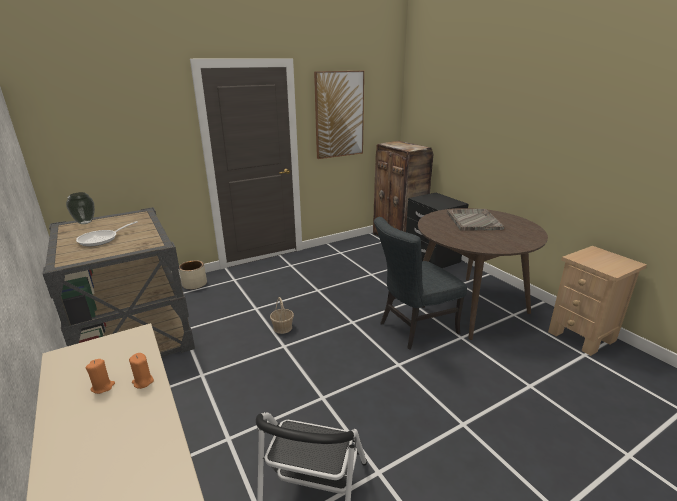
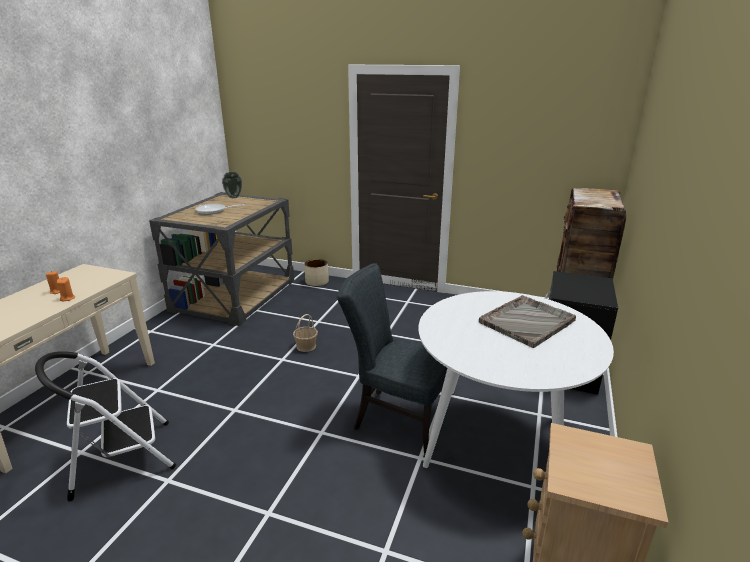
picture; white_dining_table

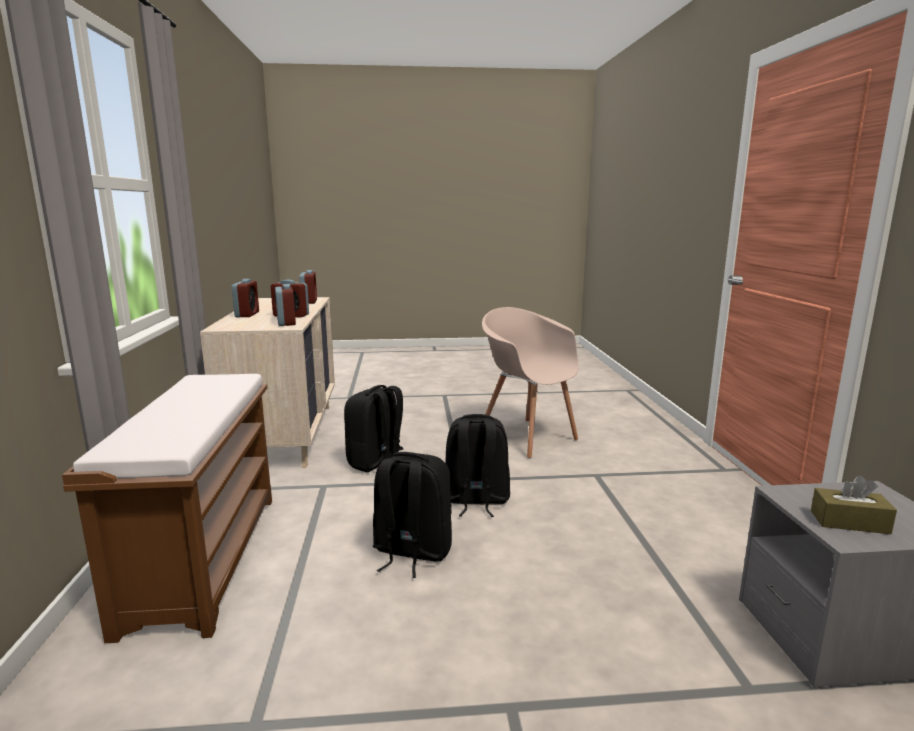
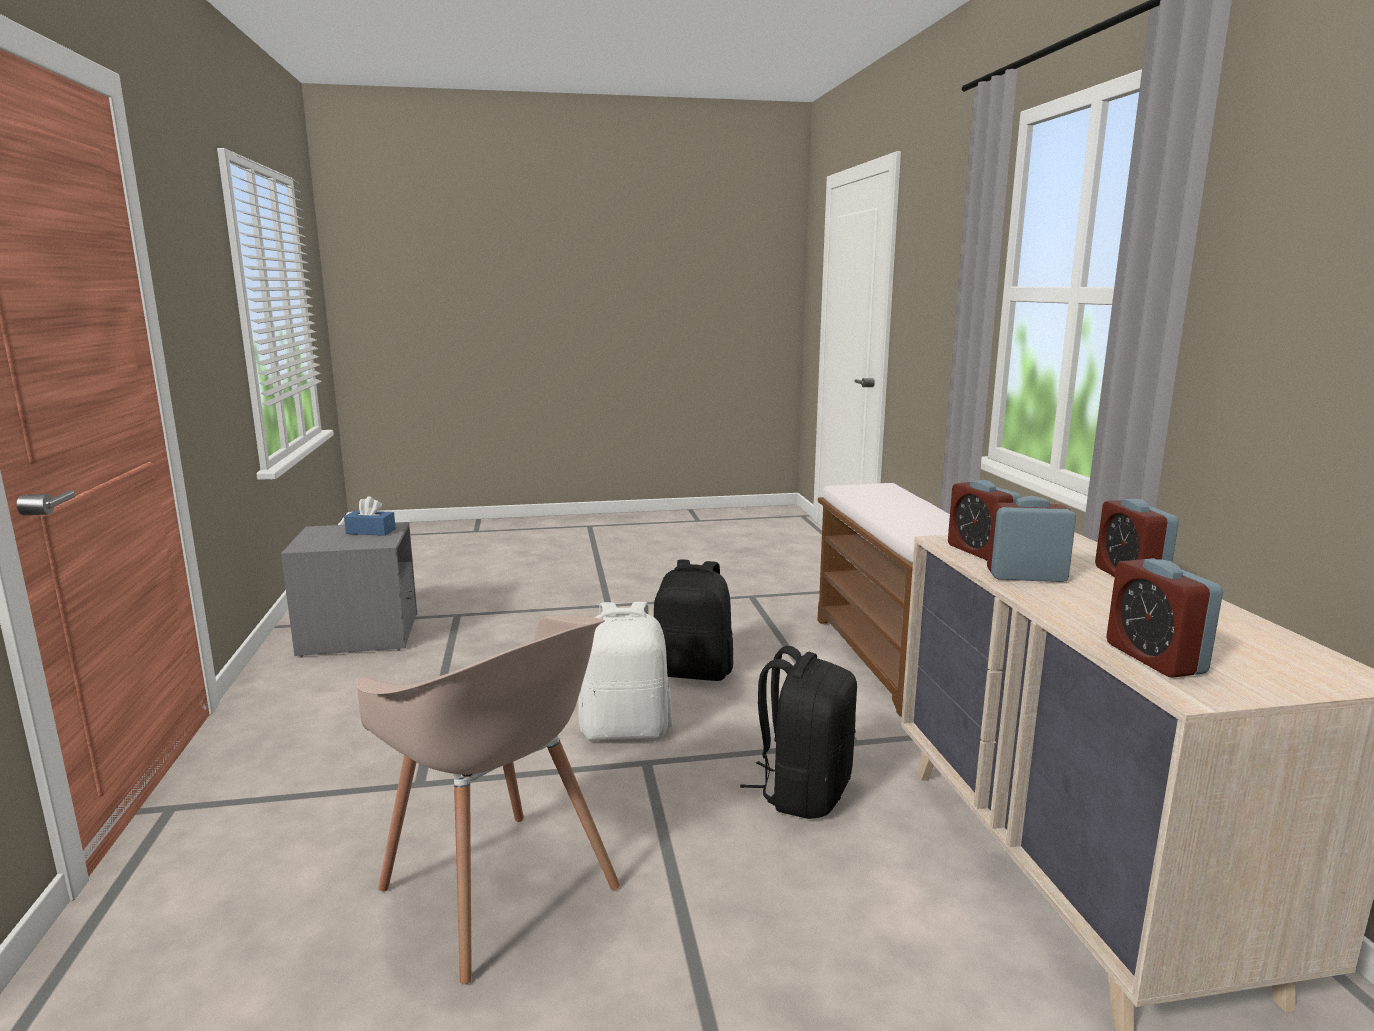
white_backpack; blue_tissue_box

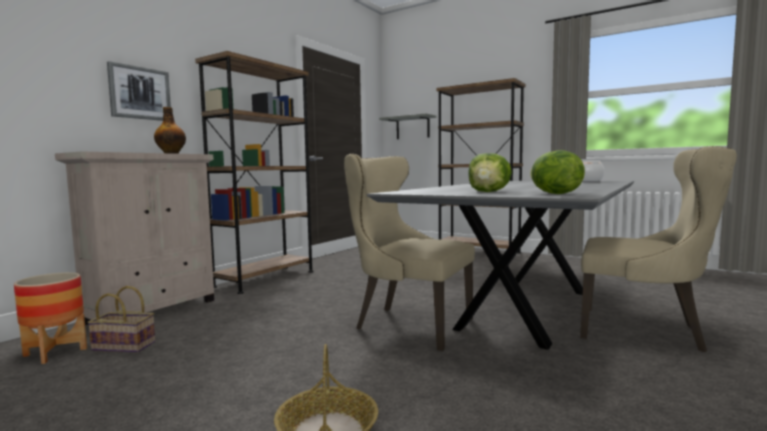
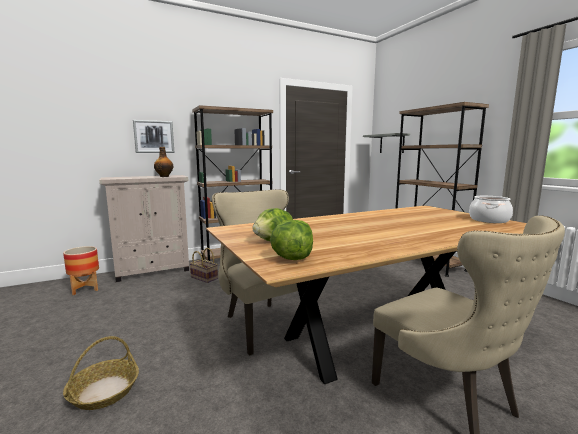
brown_dining_table; basket (2nd from left)

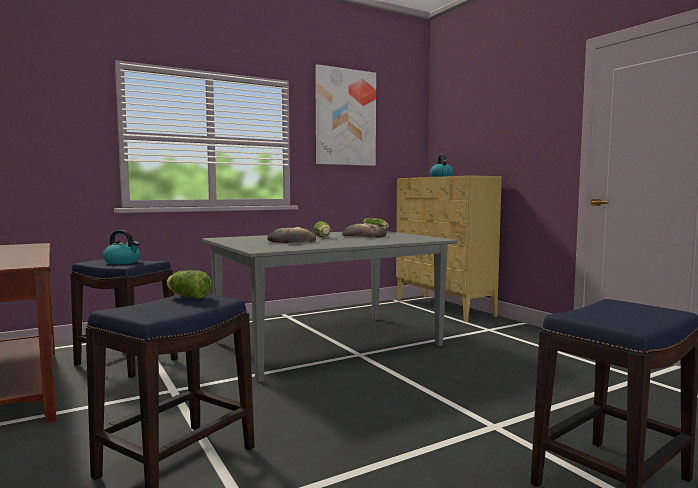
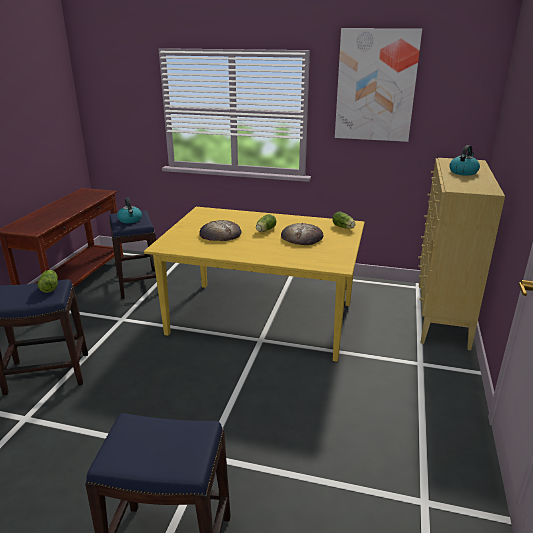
yellow_dining_table

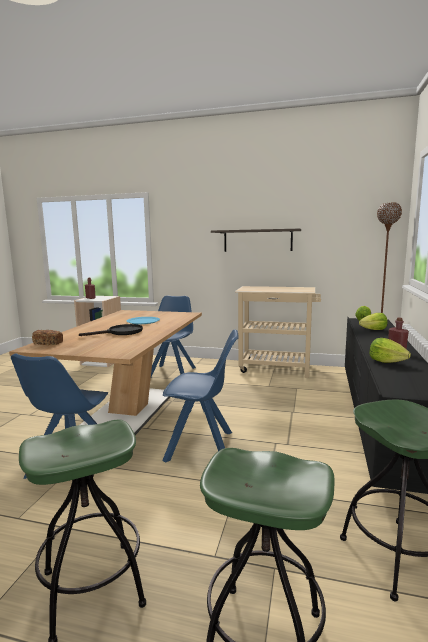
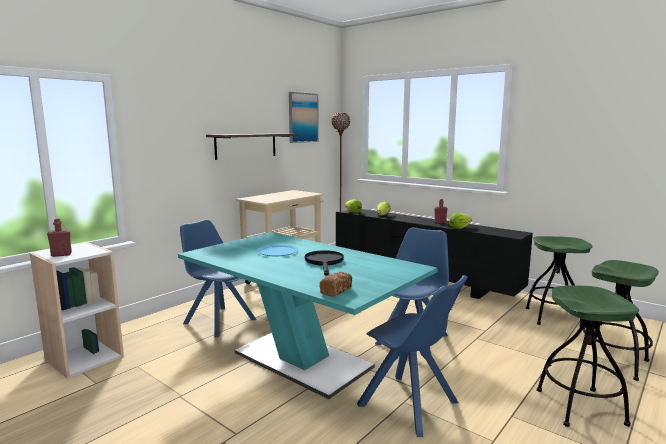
turquoise_dining_table; picture

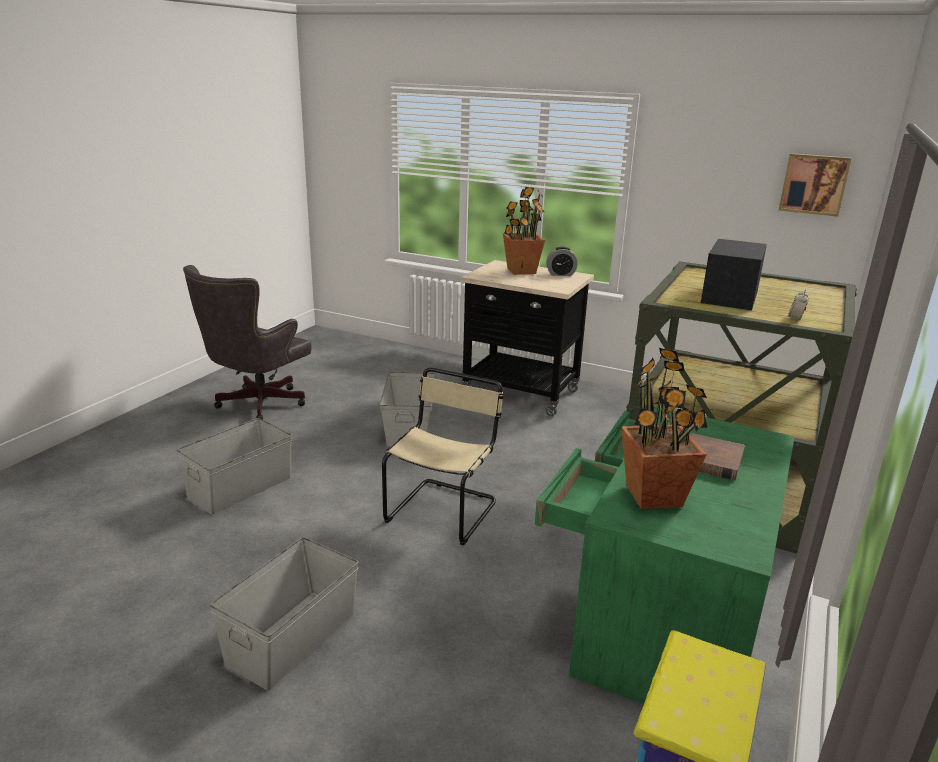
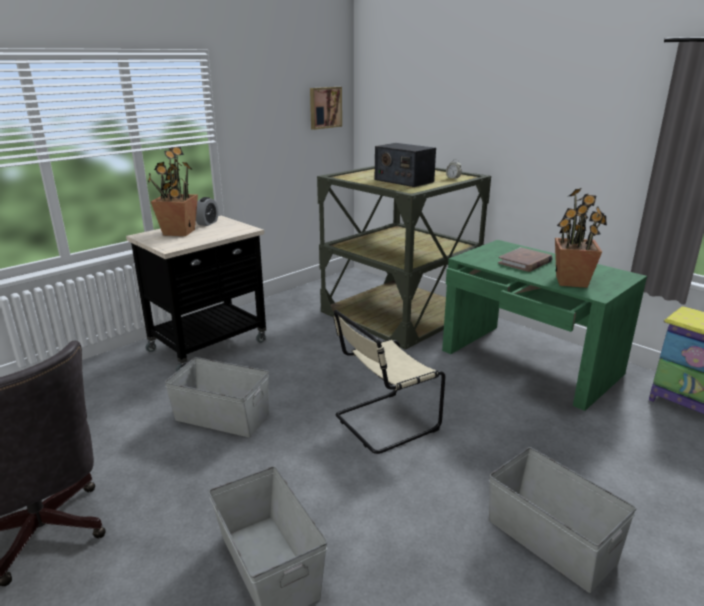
beige_chair

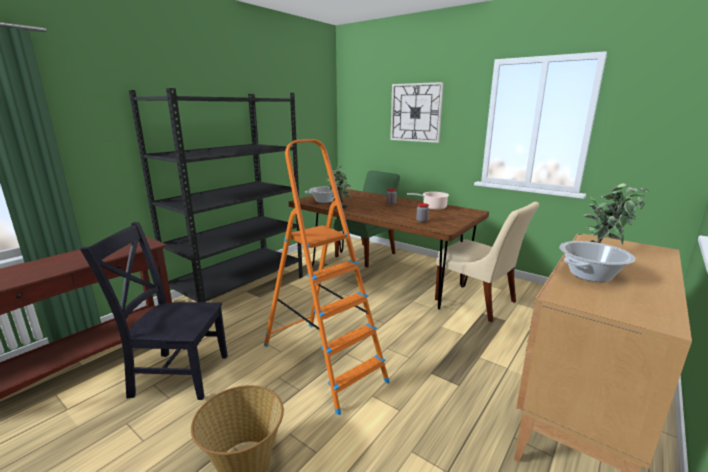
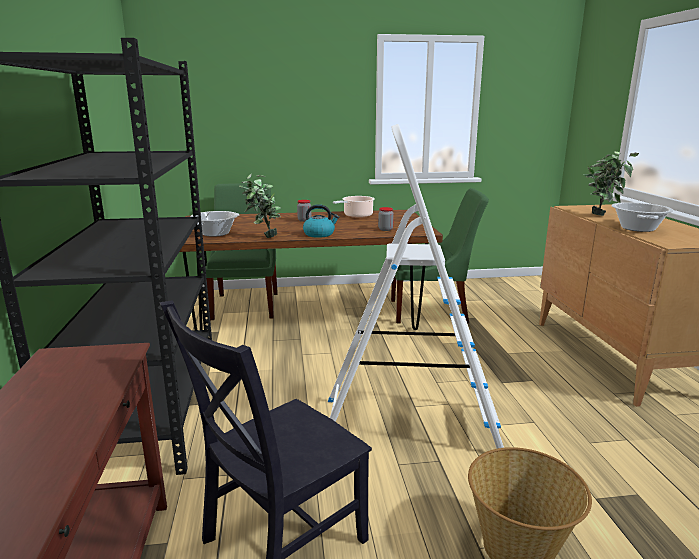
wall_clock; white_step_ladder; green_chair (2nd from left); kettle

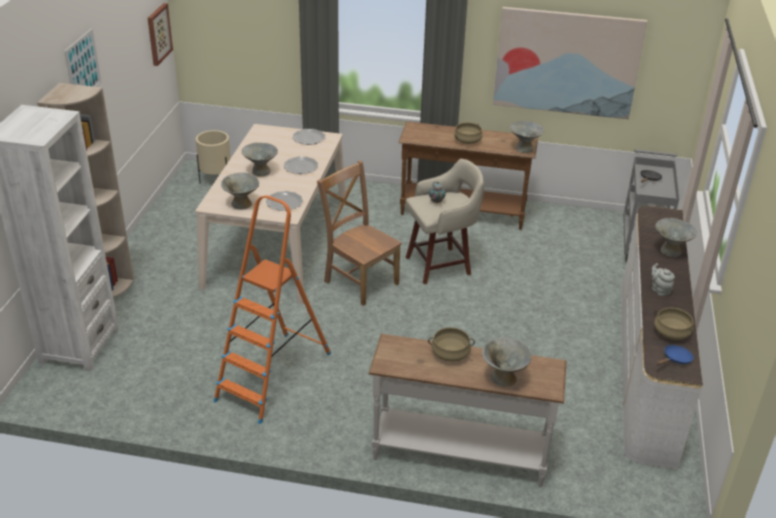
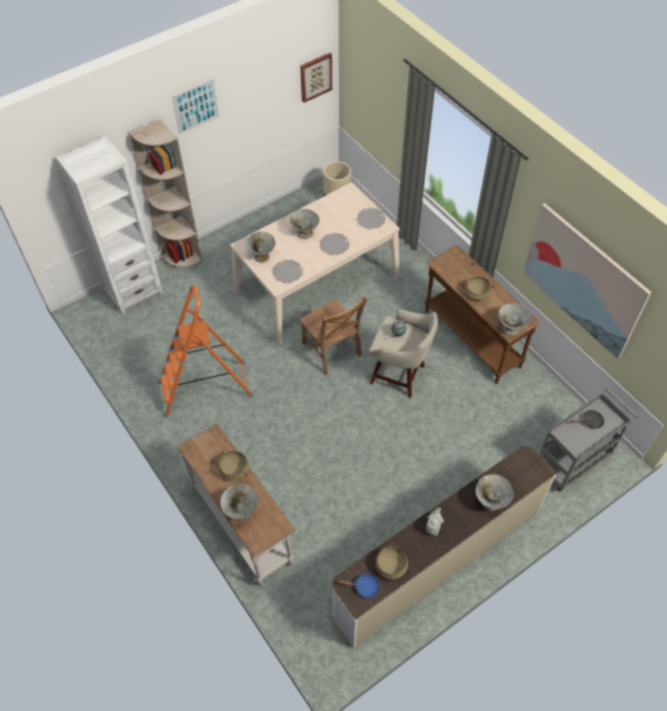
brown_chair

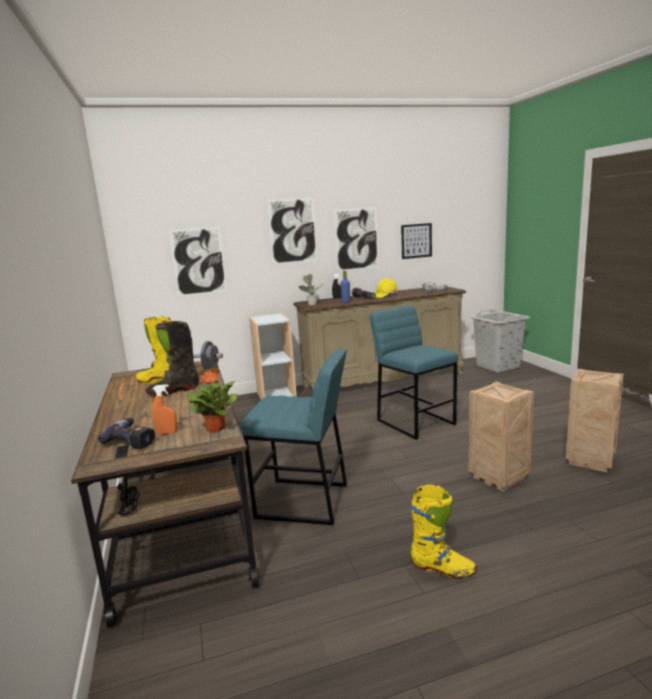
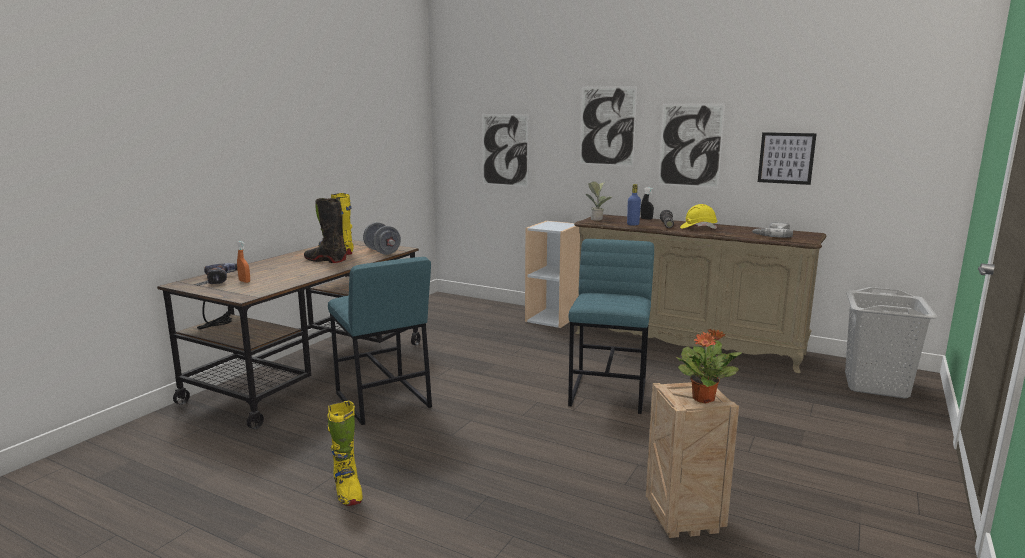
potted_plant (2nd from left); crate (1st from left in the first image)

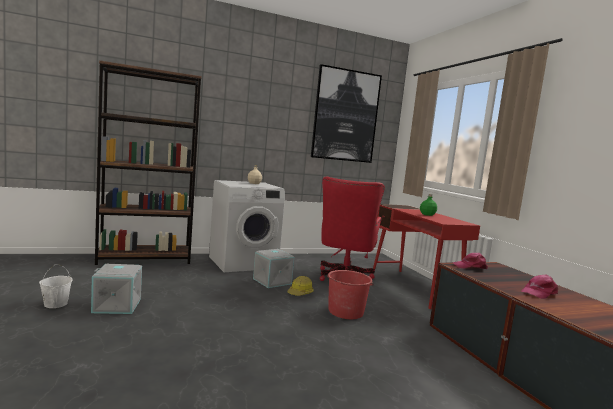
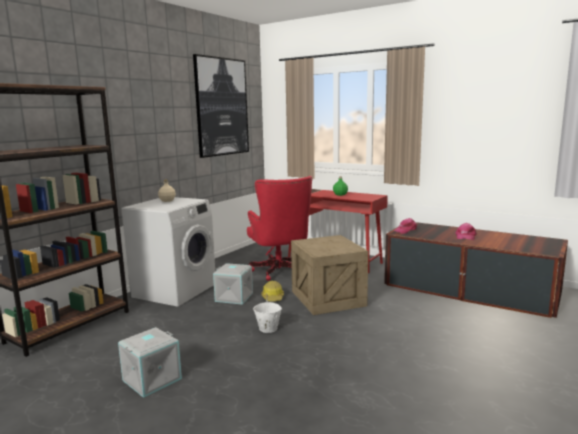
white_bucket; crate

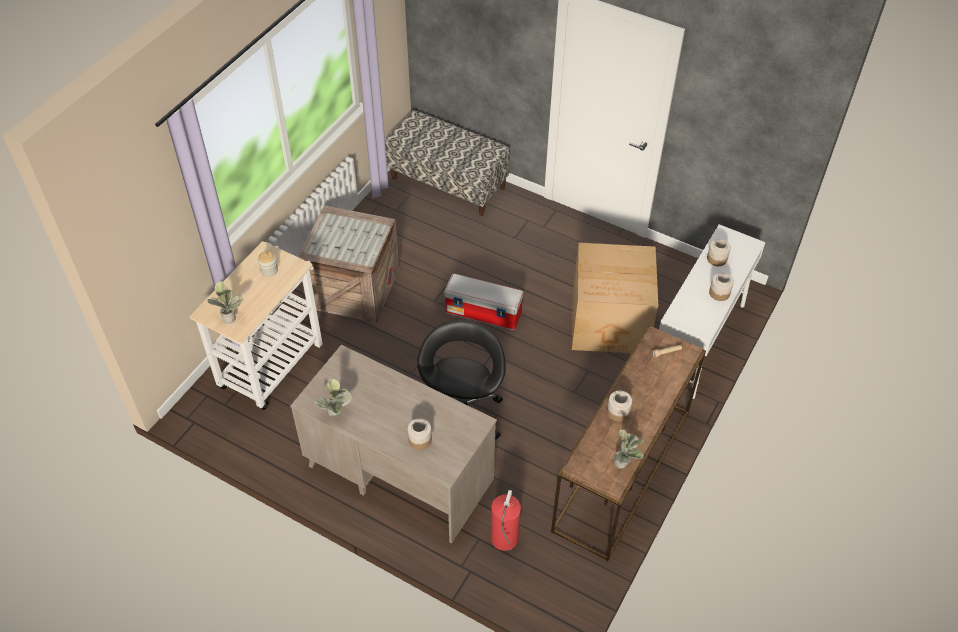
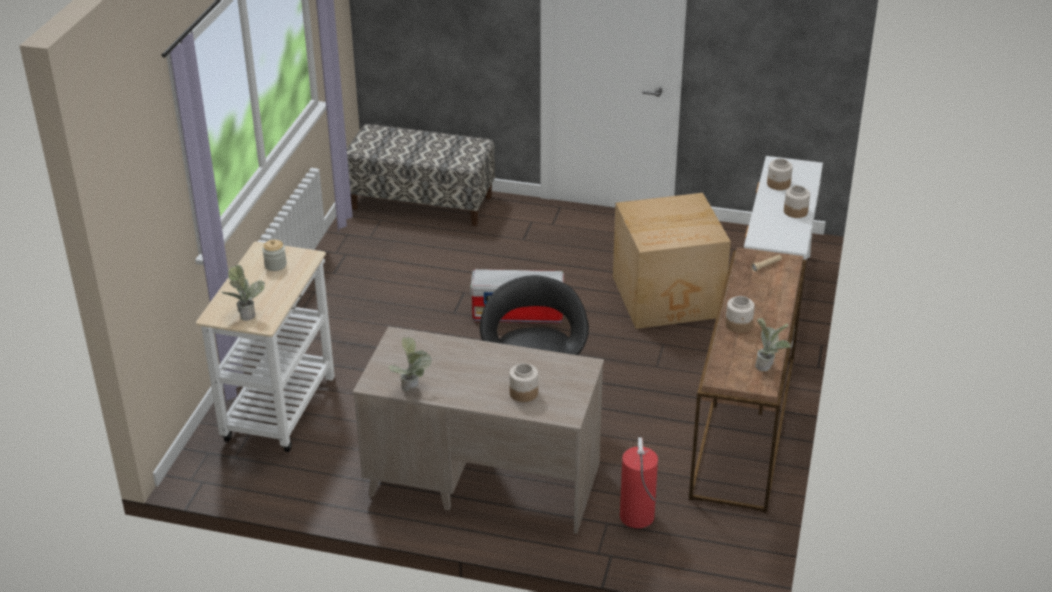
crate

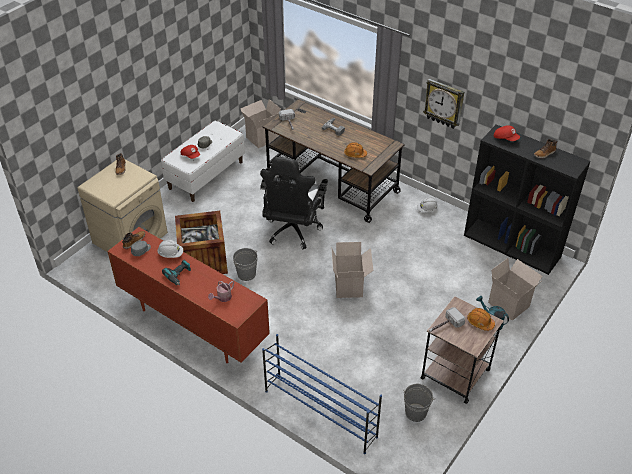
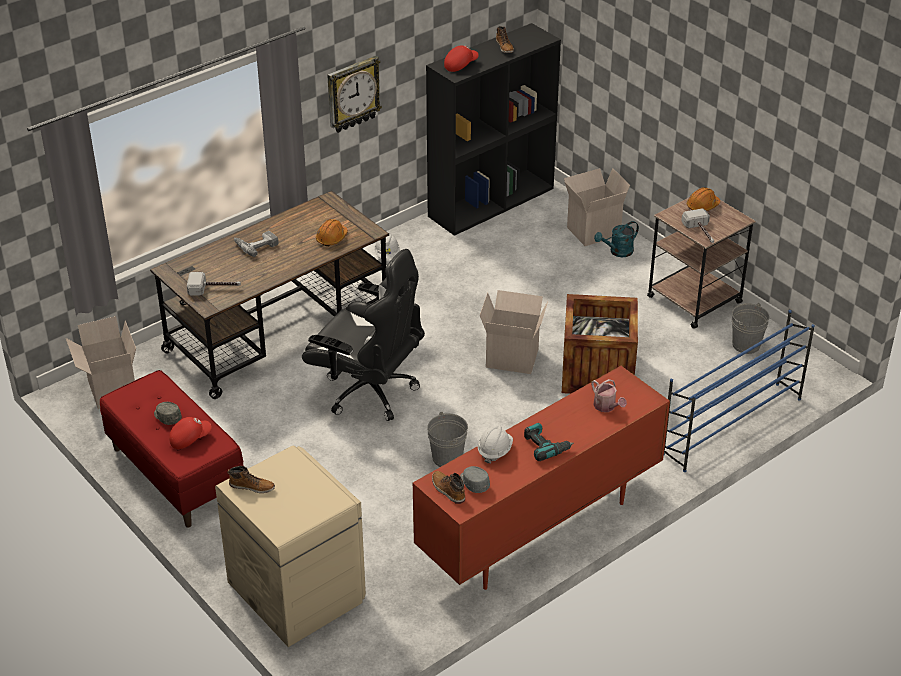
red_bench; crate

